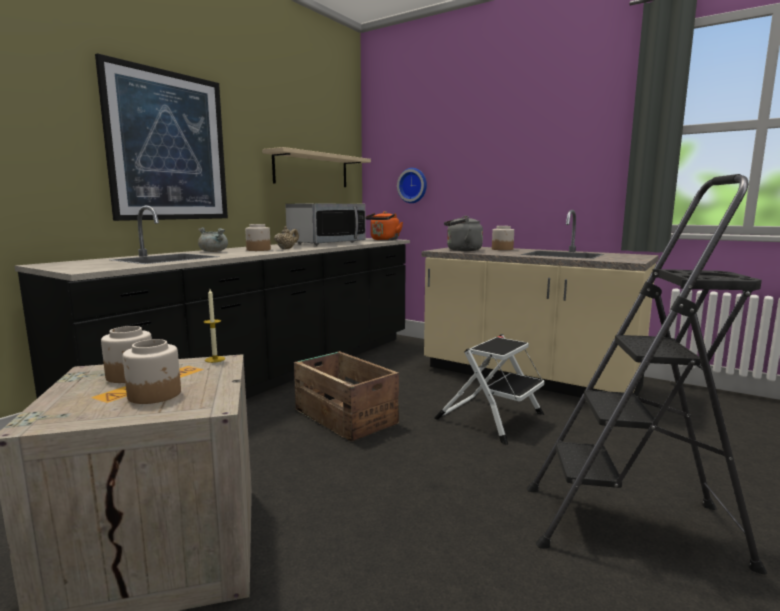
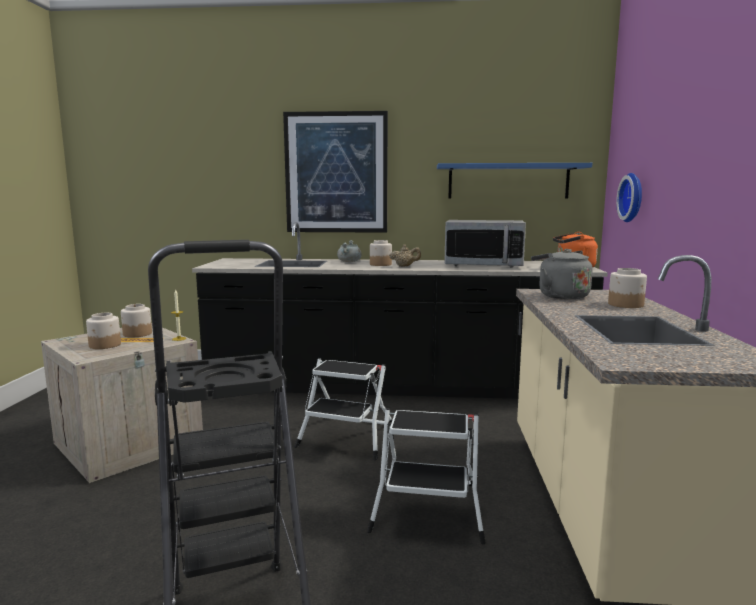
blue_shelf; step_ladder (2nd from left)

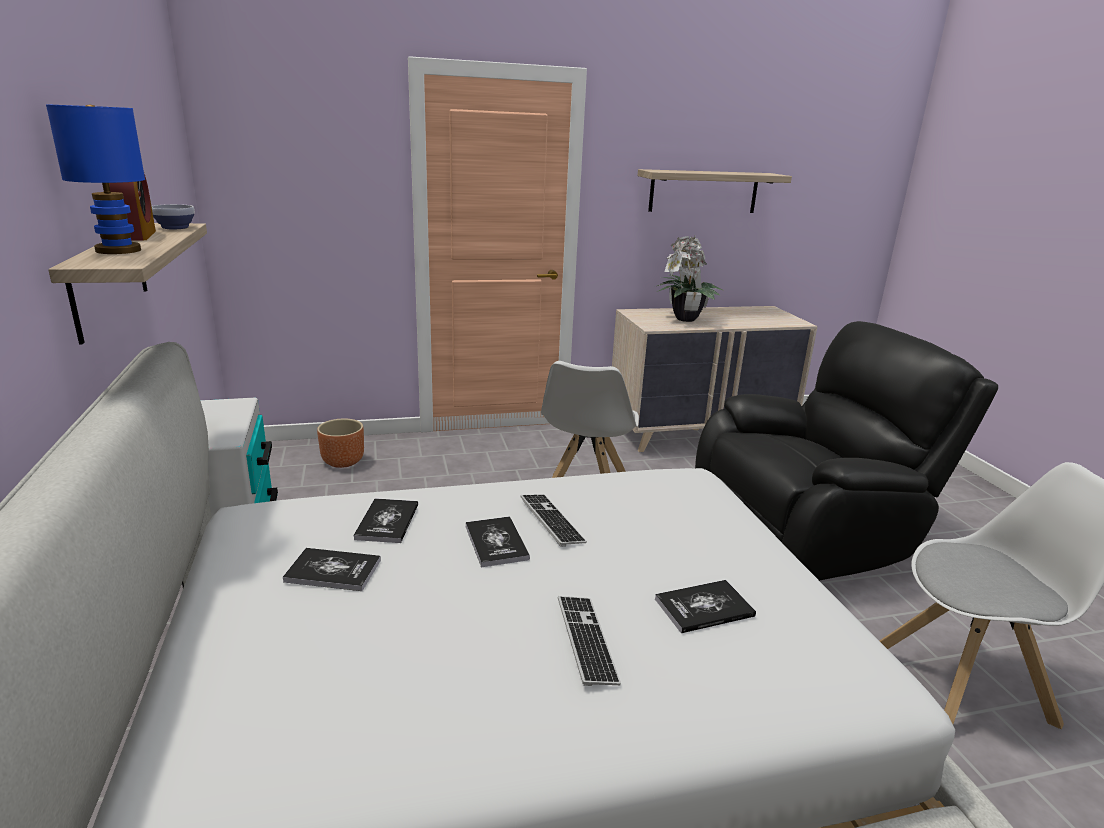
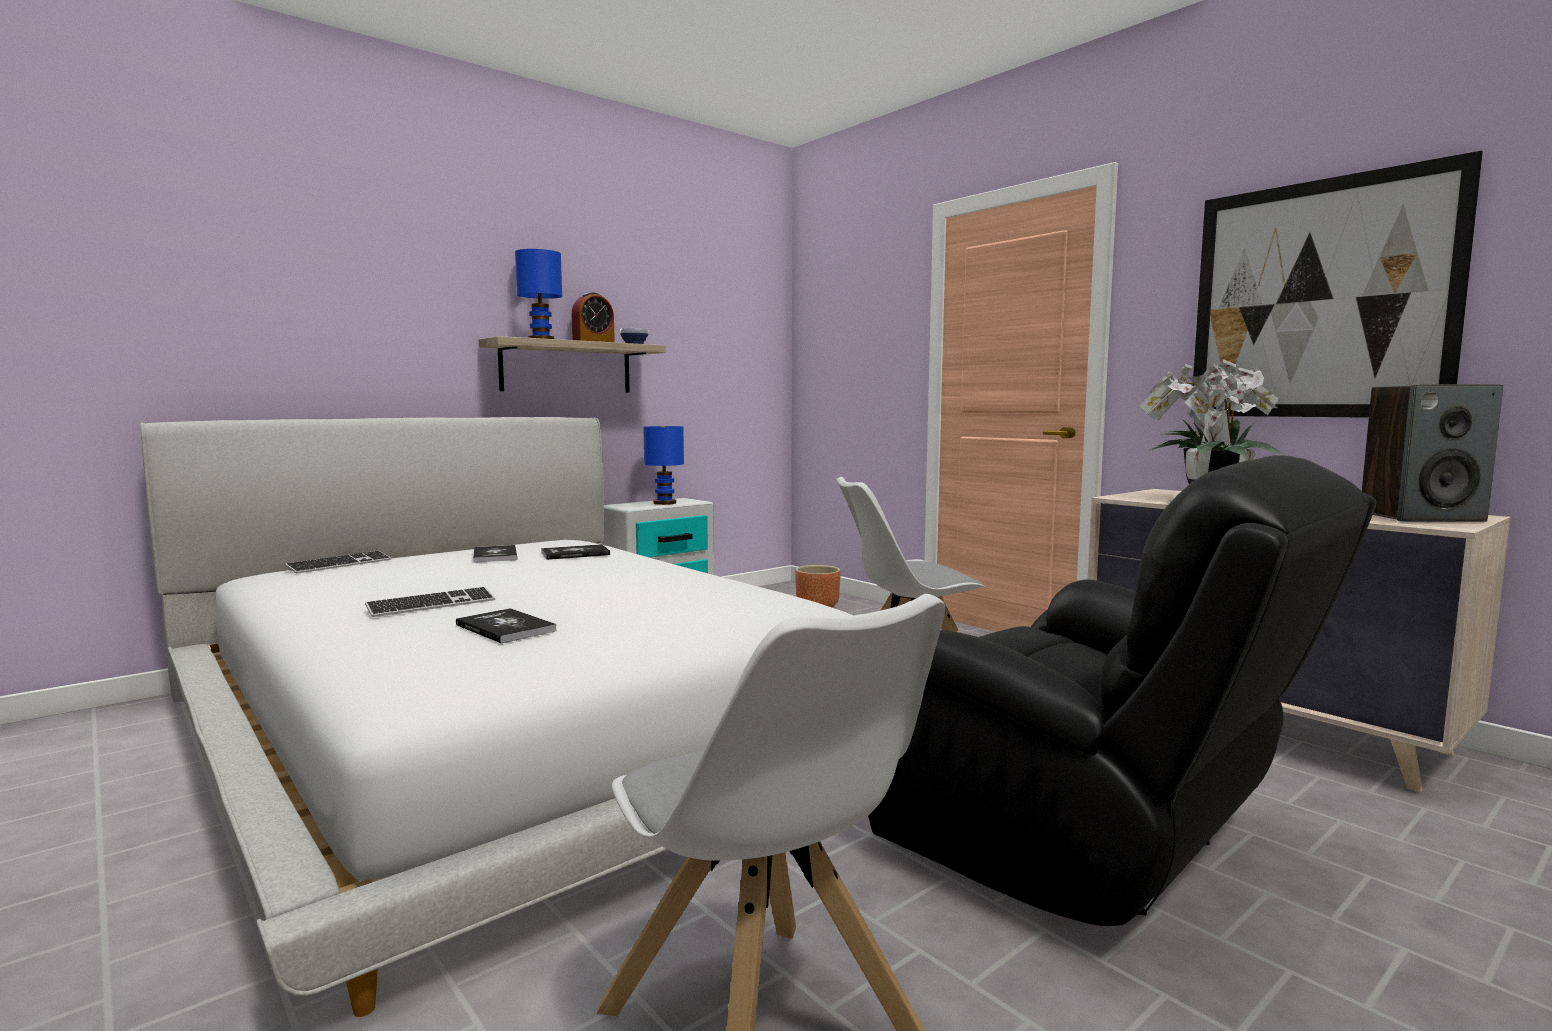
picture; keyboard (1st from left); book (3rd from left in the first image); speaker; blue_table_lamp (2nd from left)

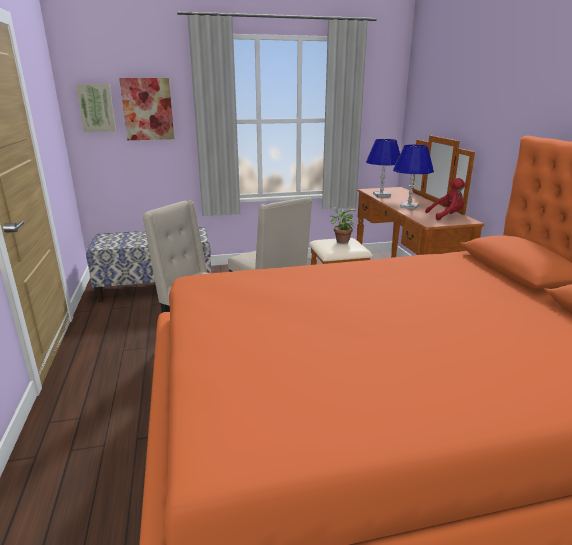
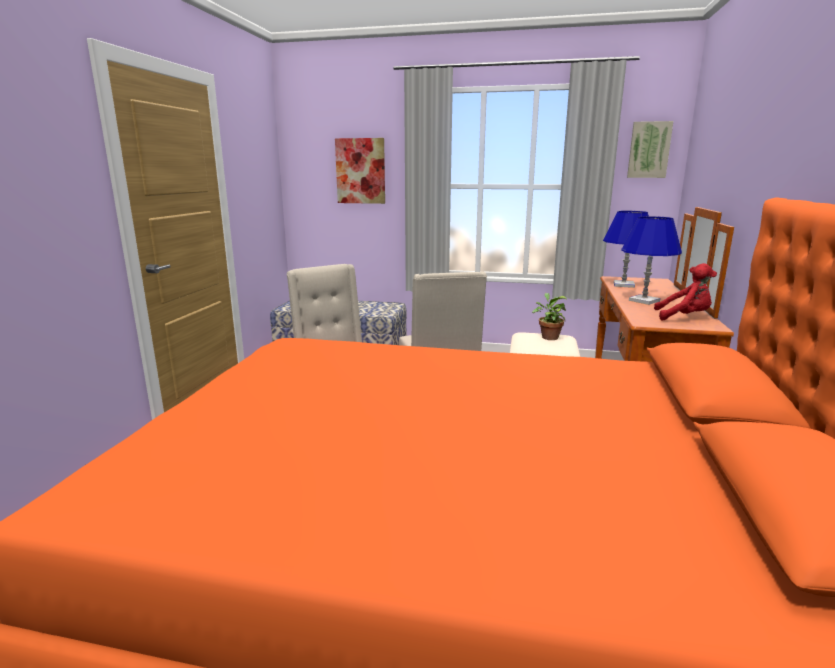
picture (2nd from left)

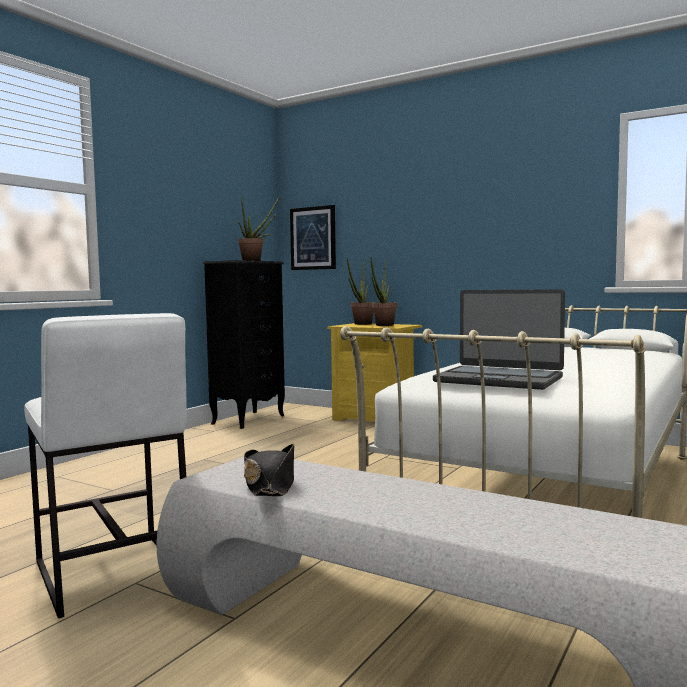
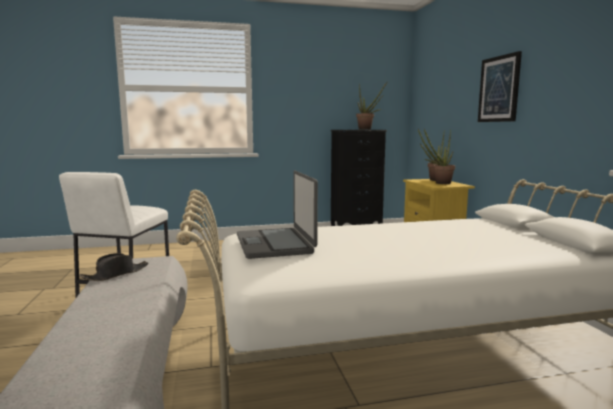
picture

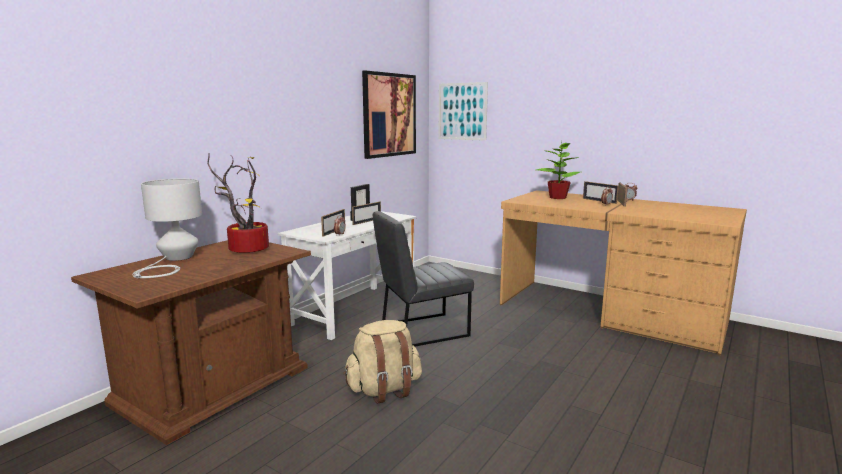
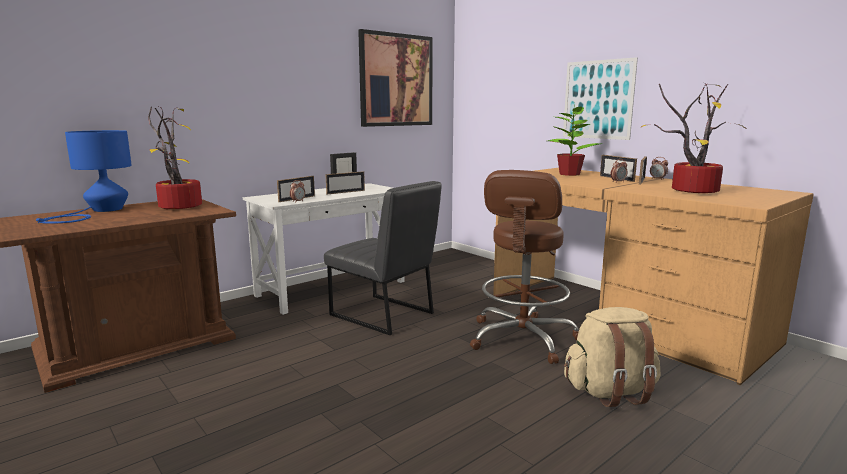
picture (2nd from left); blue_table_lamp; grey_chair; beige_backpack; potted_plant (3rd from left); brown_stool

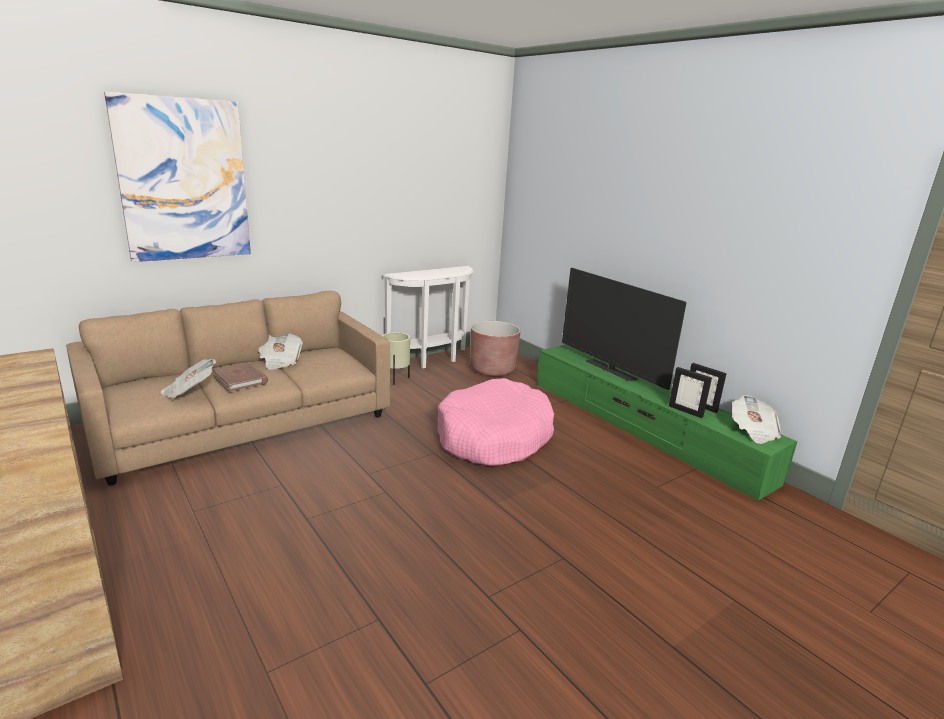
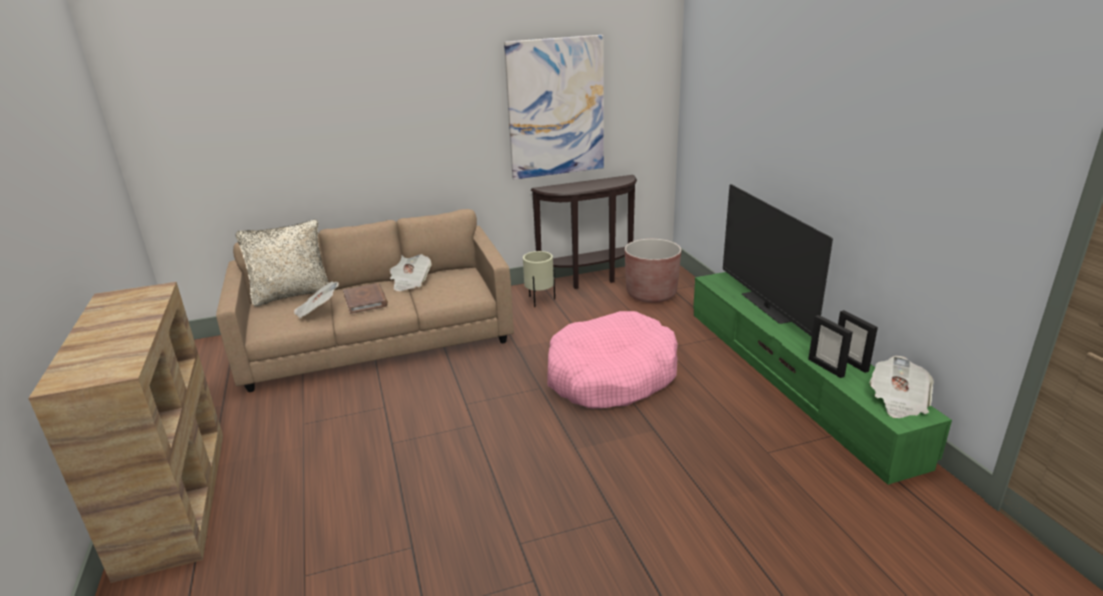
picture; brown_console_table; beige_pillow

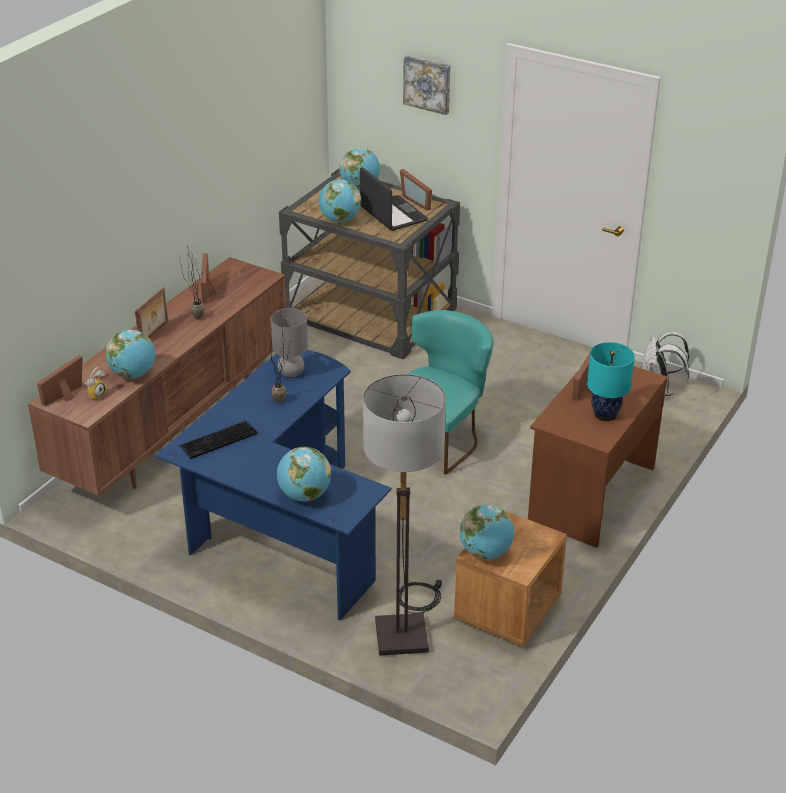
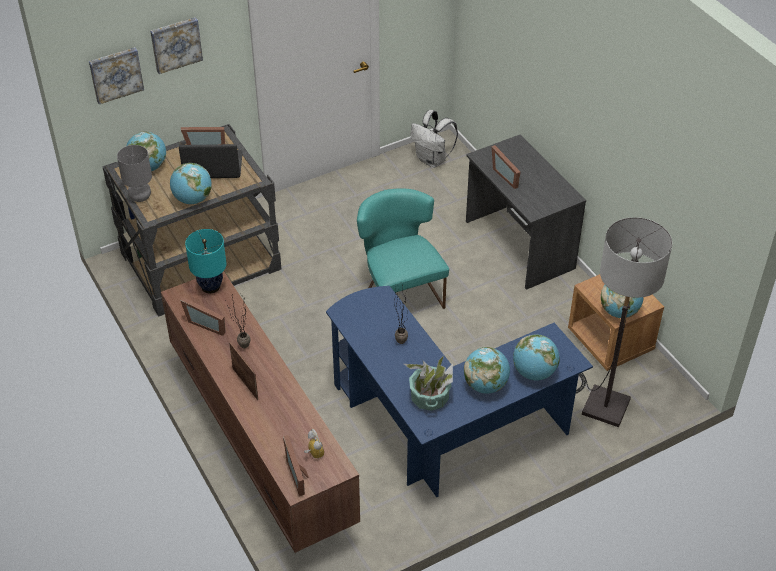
grey_table_lamp; globe (3rd from left); turquoise_table_lamp; grey_desk; potted_plant (3rd from left); picture (1st from left)

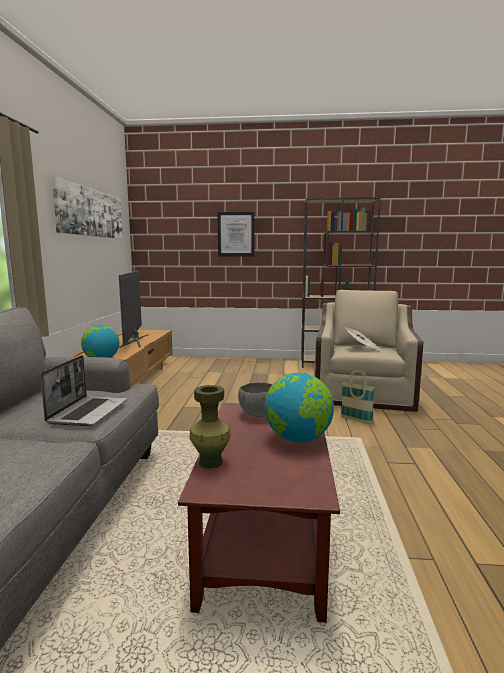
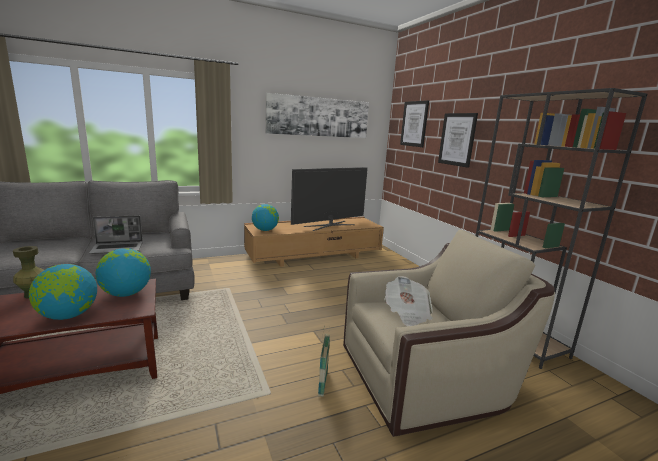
globe (2nd from left); picture (2nd from left)

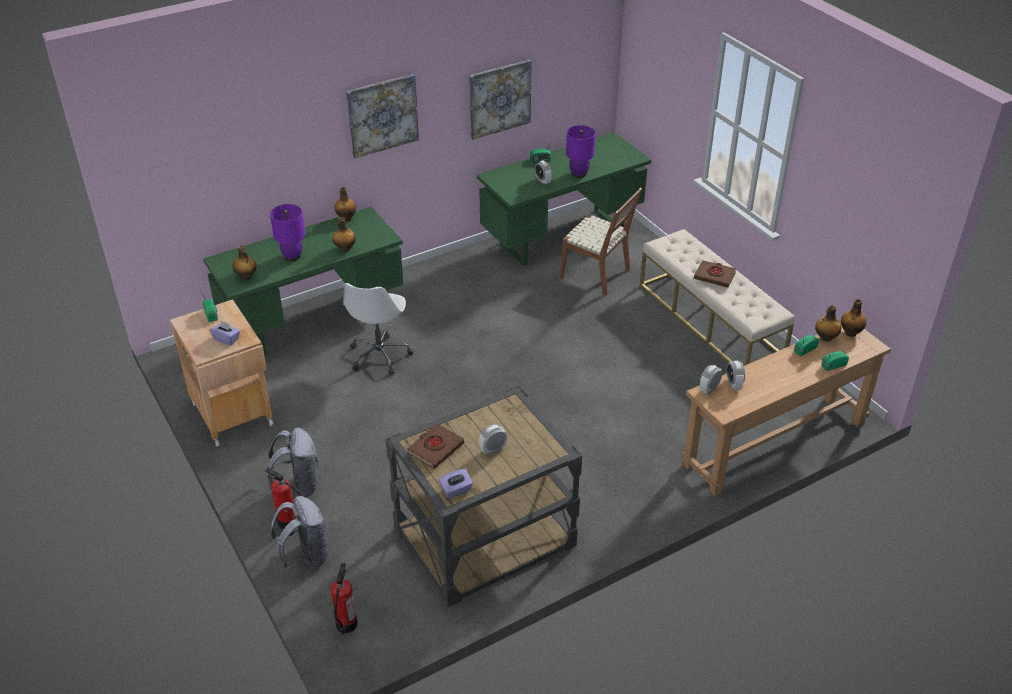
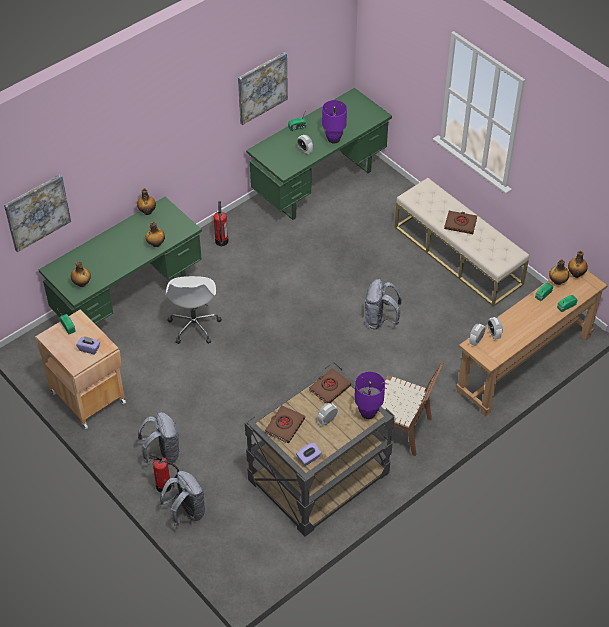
picture (1st from left); chair; purple_table_lamp (2nd from left); fire_extinguisher (2nd from left); grey_backpack (3rd from left); brown_book (2nd from left)

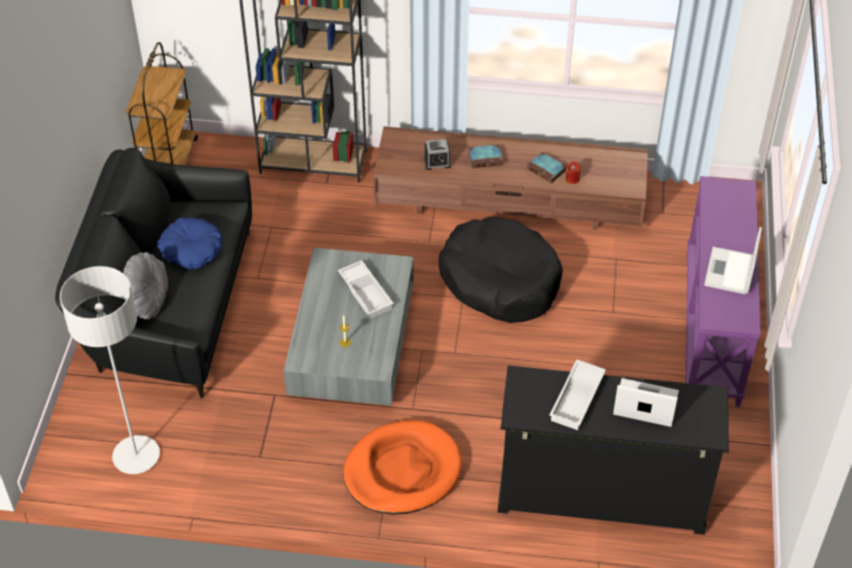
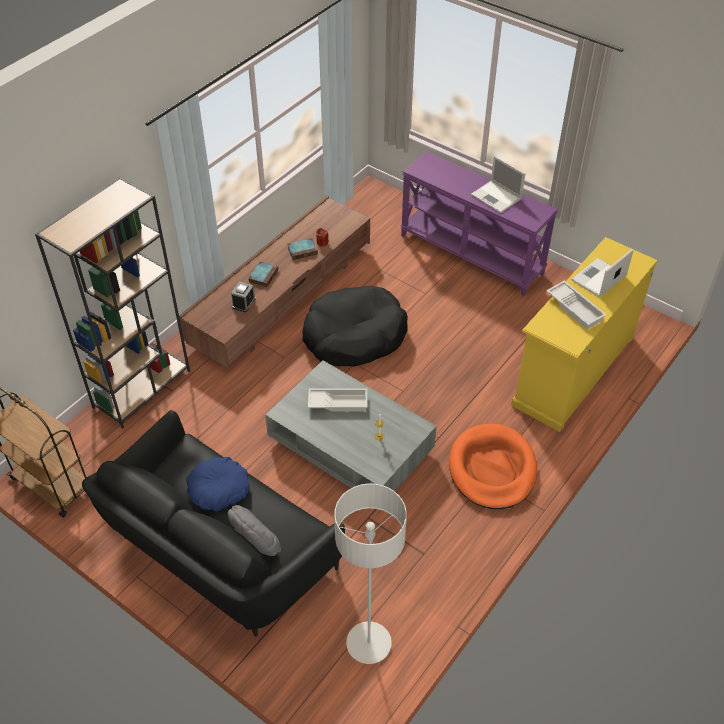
yellow_cabinet

